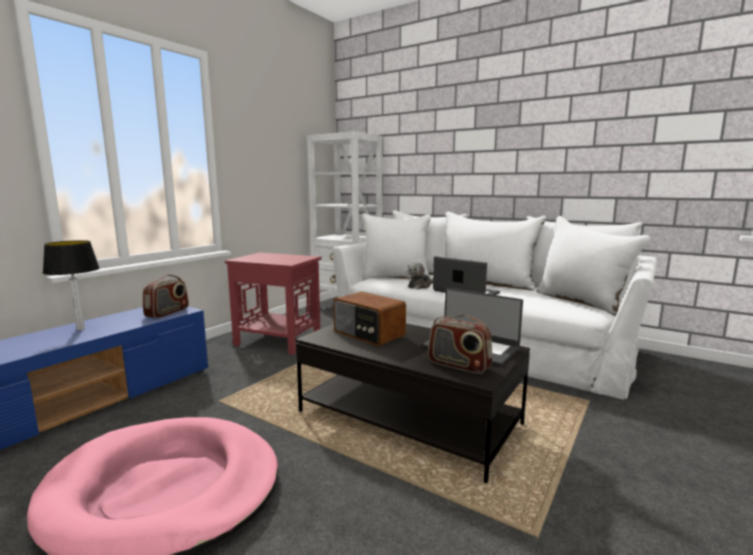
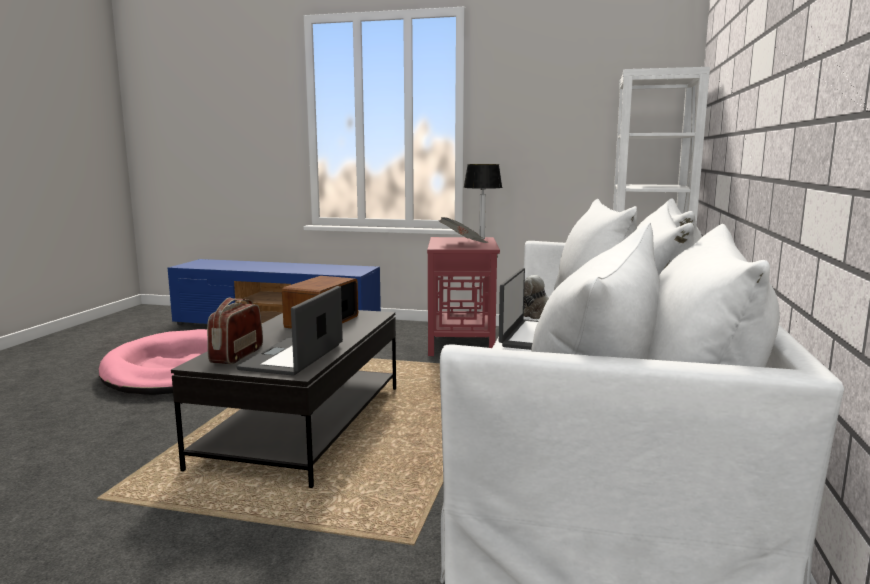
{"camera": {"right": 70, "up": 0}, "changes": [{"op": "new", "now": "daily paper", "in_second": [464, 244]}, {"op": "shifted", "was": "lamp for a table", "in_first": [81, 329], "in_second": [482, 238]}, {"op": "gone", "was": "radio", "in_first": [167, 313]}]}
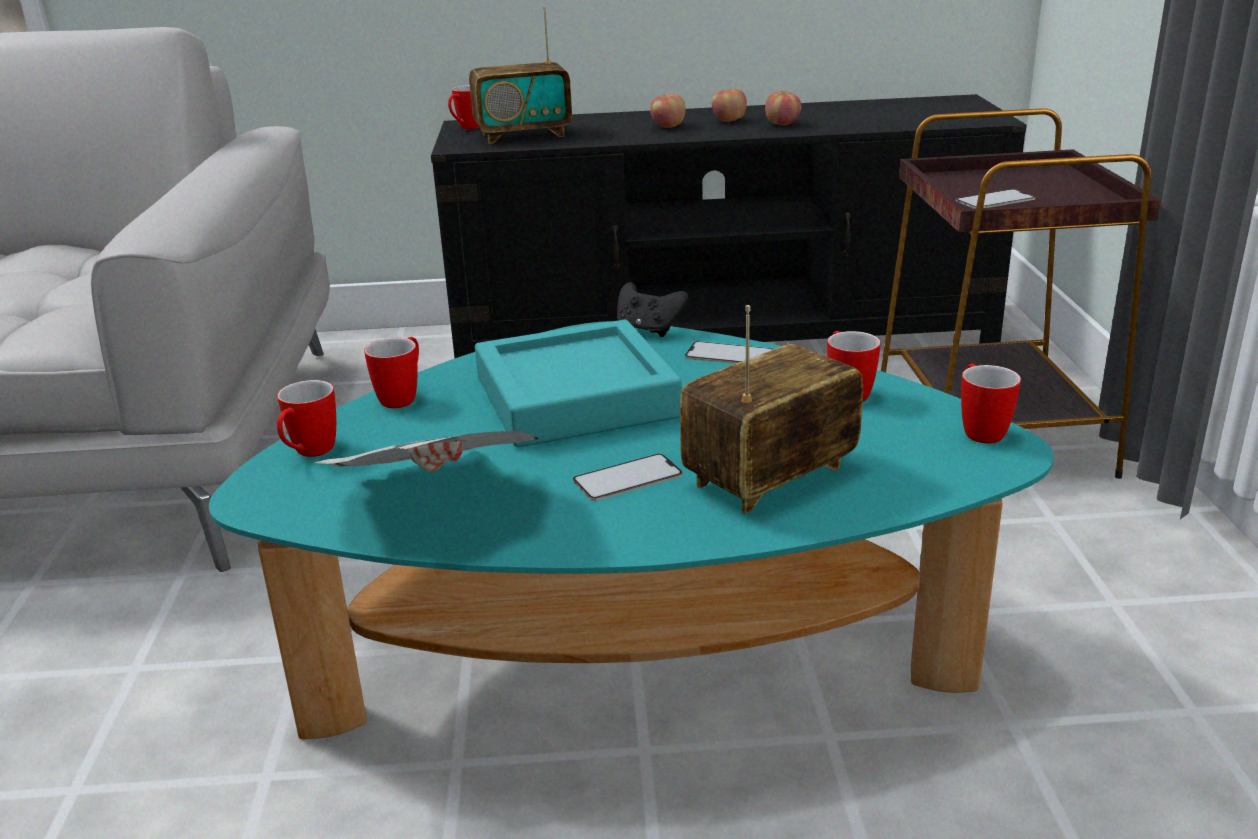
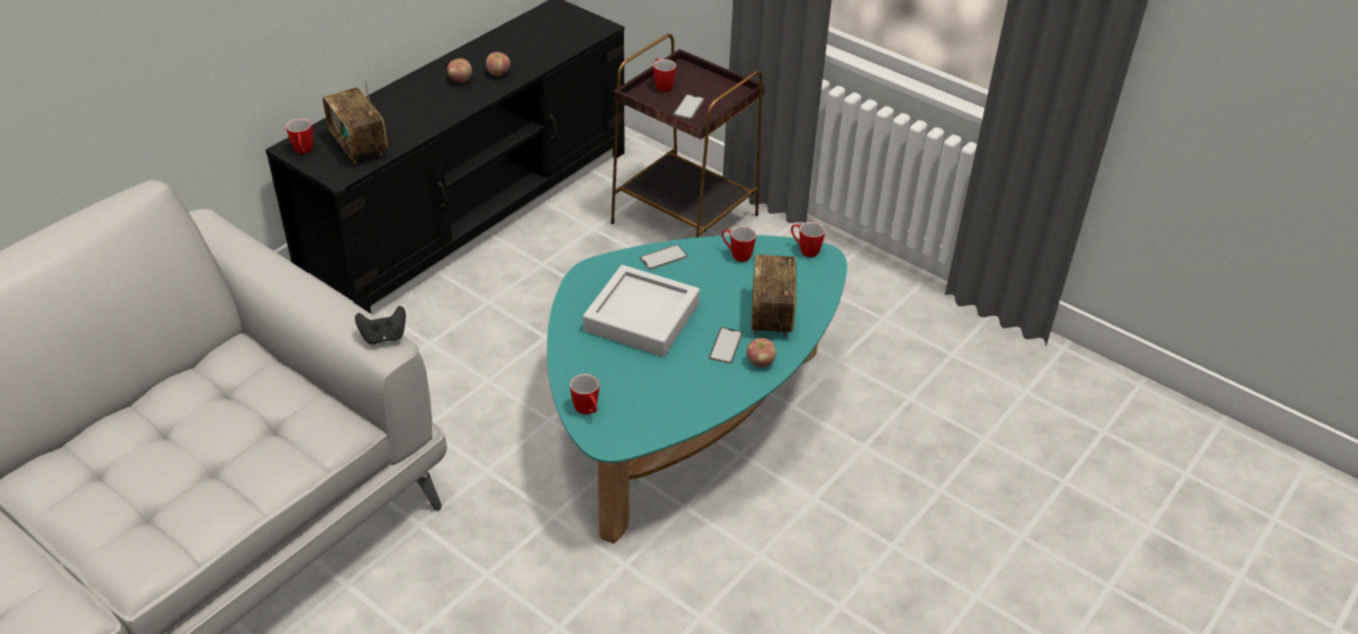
{"camera": {"right": -50, "up": 15}, "changes": [{"op": "rotated", "was": "radio", "in_first": [523, 135], "in_second": [359, 146], "clockwise": 120}, {"op": "shifted", "was": "black gamepad", "in_first": [649, 330], "in_second": [384, 337]}, {"op": "repainted", "was": "blue-green carrying tray", "now": "gray carrying tray", "in_first": [576, 398], "in_second": [642, 317]}, {"op": "shifted", "was": "coffee mug", "in_first": [403, 397], "in_second": [662, 85]}, {"op": "shifted", "was": "apple", "in_first": [668, 126], "in_second": [760, 362]}, {"op": "gone", "was": "daily paper", "in_first": [438, 502]}]}
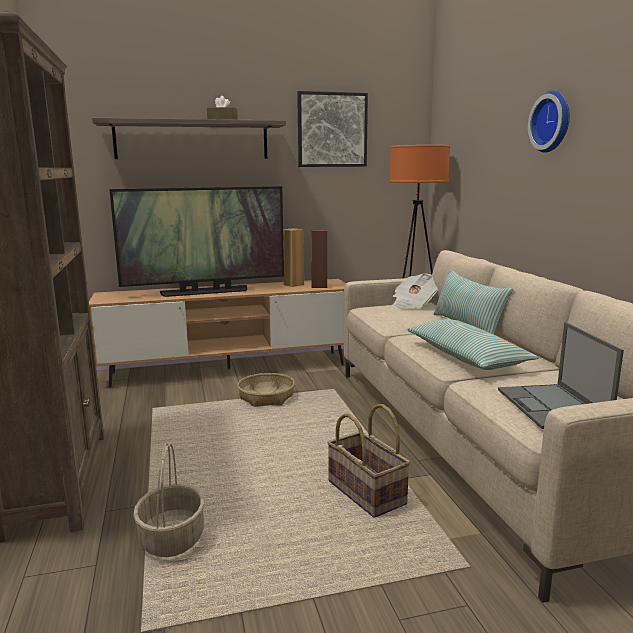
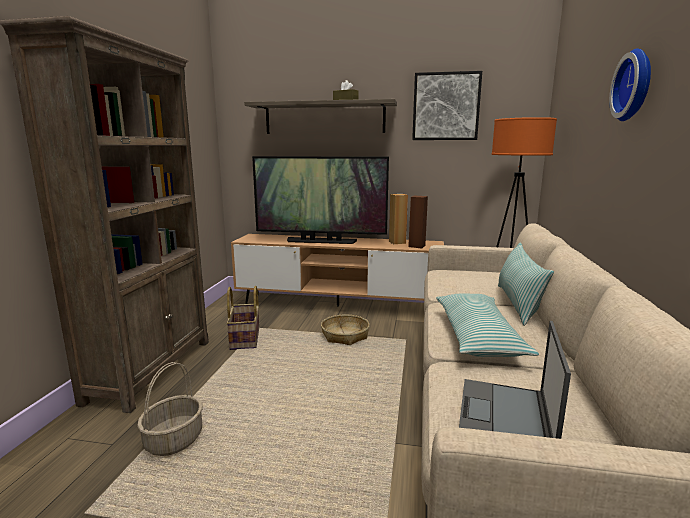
{"camera": {"right": 25, "up": 0}, "changes": [{"op": "shifted", "was": "storage basket", "in_first": [367, 492], "in_second": [245, 339]}, {"op": "gone", "was": "daily paper", "in_first": [413, 305]}]}
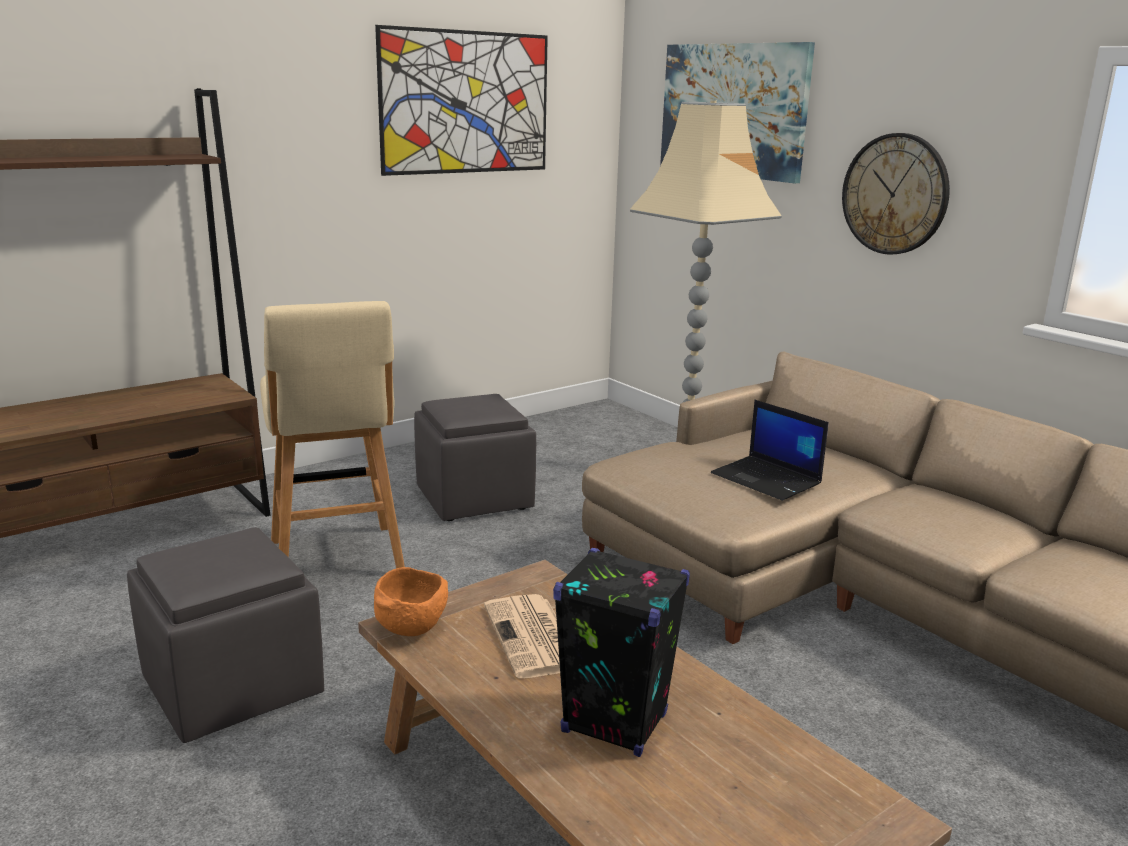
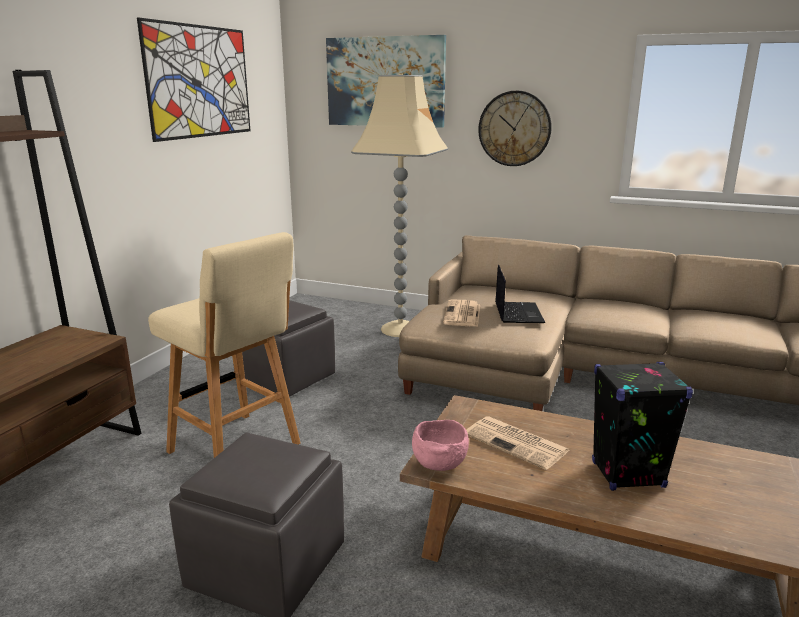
{"camera": {"right": -30, "up": 0}, "changes": [{"op": "repainted", "was": "orangey bowl", "now": "pinkish bowl", "in_first": [411, 627], "in_second": [439, 464]}, {"op": "new", "now": "daily paper", "in_second": [462, 314]}, {"op": "rotated", "was": "portable computer", "in_first": [767, 479], "in_second": [517, 313], "clockwise": -105}]}
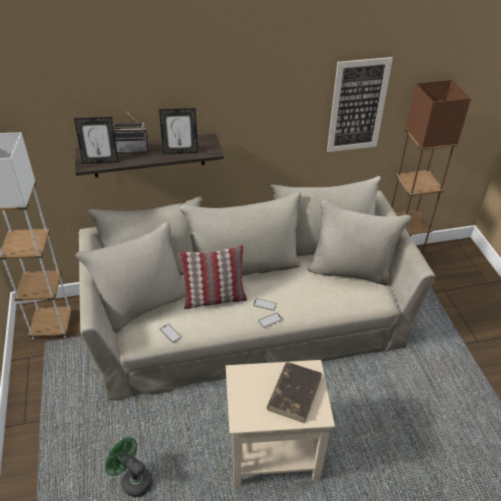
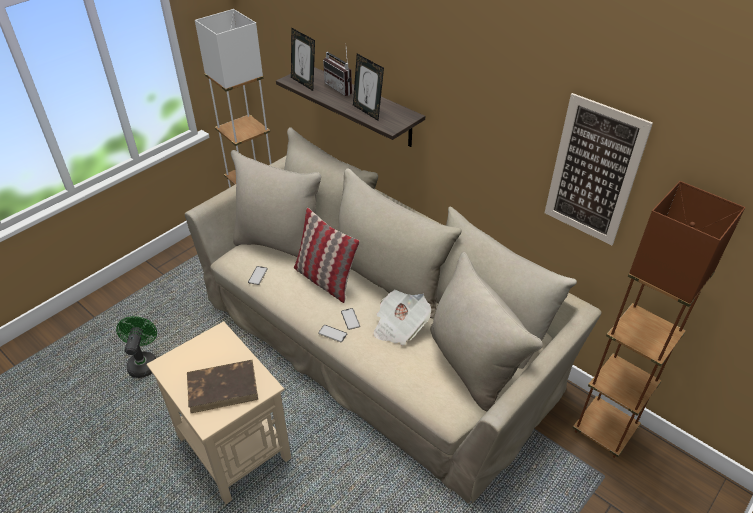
{"camera": {"right": 55, "up": 0}, "changes": [{"op": "new", "now": "daily paper", "in_second": [399, 326]}]}
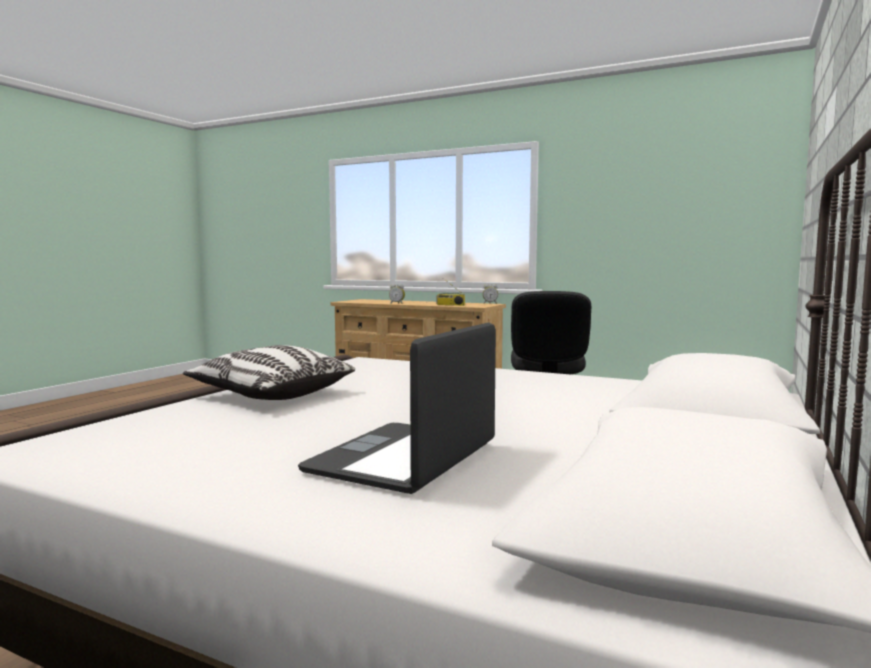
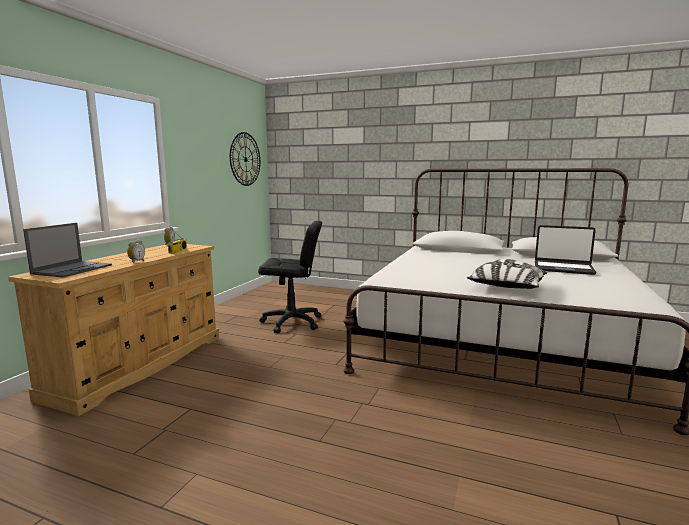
{"camera": {"right": -95, "up": 5}, "changes": [{"op": "new", "now": "portable computer", "in_second": [73, 269]}, {"op": "new", "now": "clock on the wall", "in_second": [245, 159]}]}
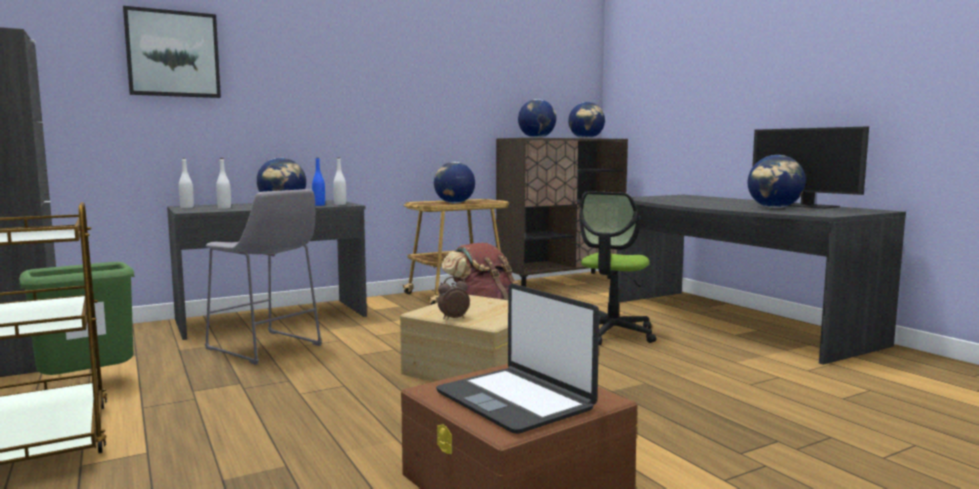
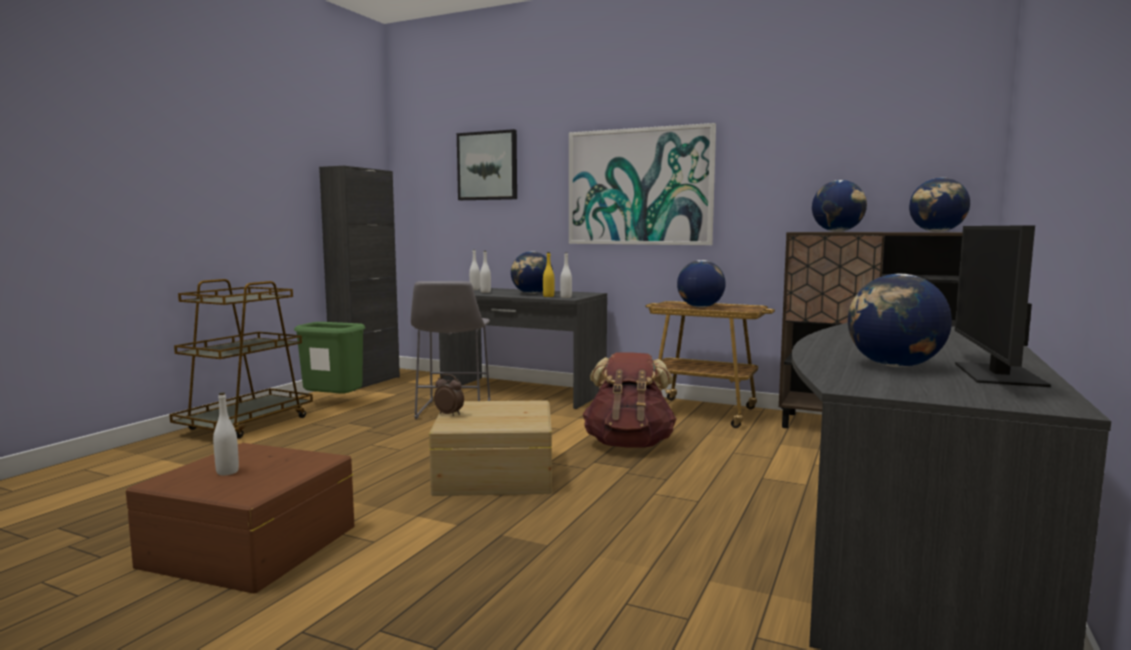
{"camera": {"right": 55, "up": 0}, "changes": [{"op": "swapped", "was": "portable computer", "now": "whitish drink bottle", "in_first": [515, 400], "in_second": [227, 472]}, {"op": "repainted", "was": "blue-coloured drink bottle", "now": "yellow drink bottle", "in_first": [319, 205], "in_second": [548, 296]}, {"op": "new", "now": "picture", "in_second": [639, 187]}, {"op": "gone", "was": "computer chair", "in_first": [612, 333]}]}
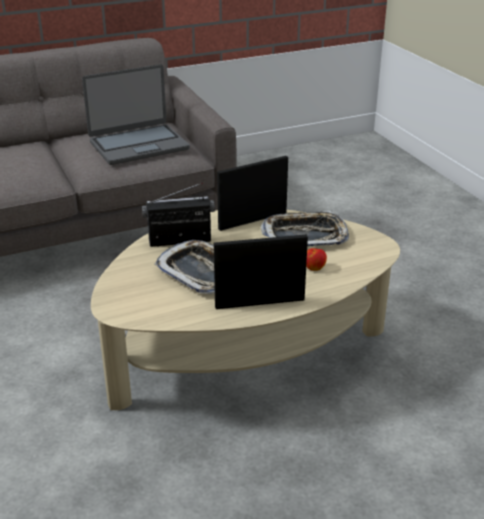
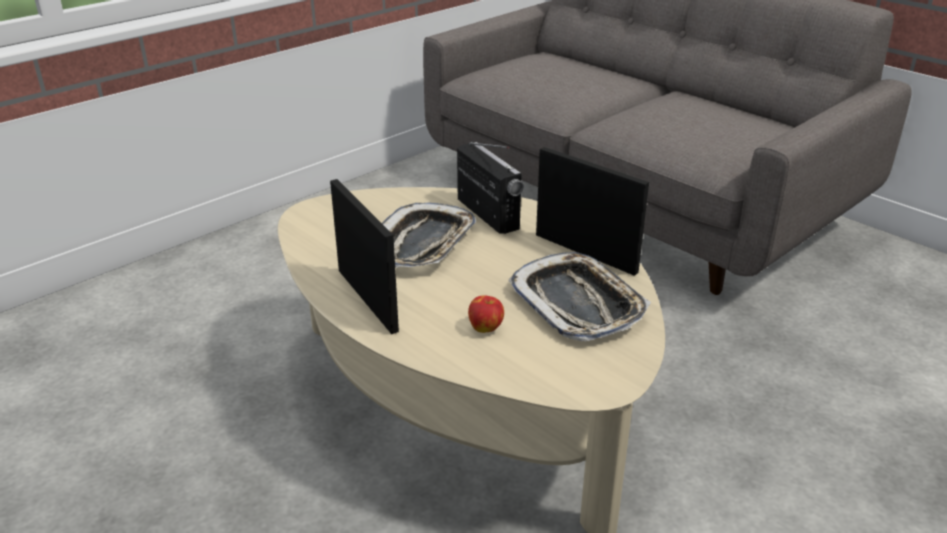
{"camera": {"right": 70, "up": 0}, "changes": [{"op": "gone", "was": "portable computer", "in_first": [138, 145]}]}
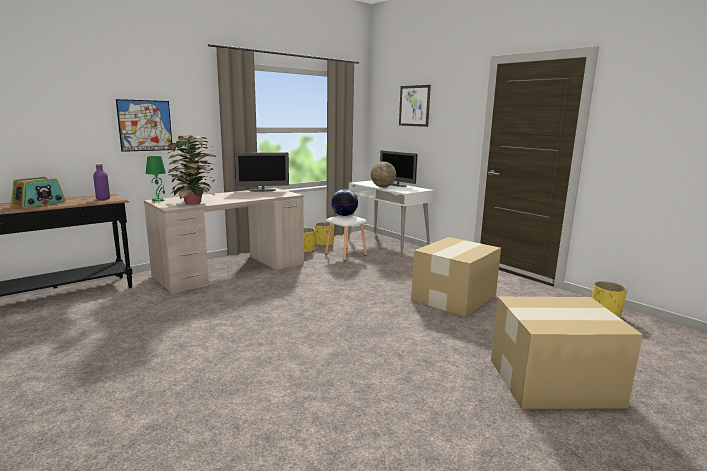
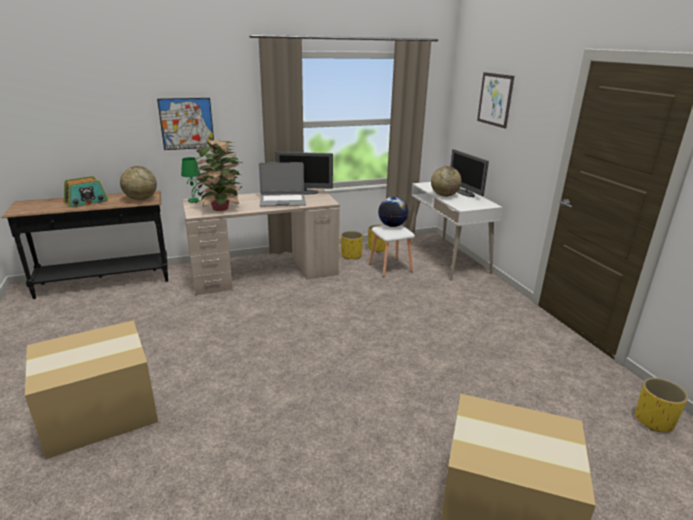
{"camera": {"right": 20, "up": 10}, "changes": [{"op": "shifted", "was": "cardboard box", "in_first": [455, 297], "in_second": [102, 412]}, {"op": "swapped", "was": "purple-coloured drink bottle", "now": "globe", "in_first": [103, 199], "in_second": [141, 199]}, {"op": "new", "now": "portable computer", "in_second": [282, 201]}]}
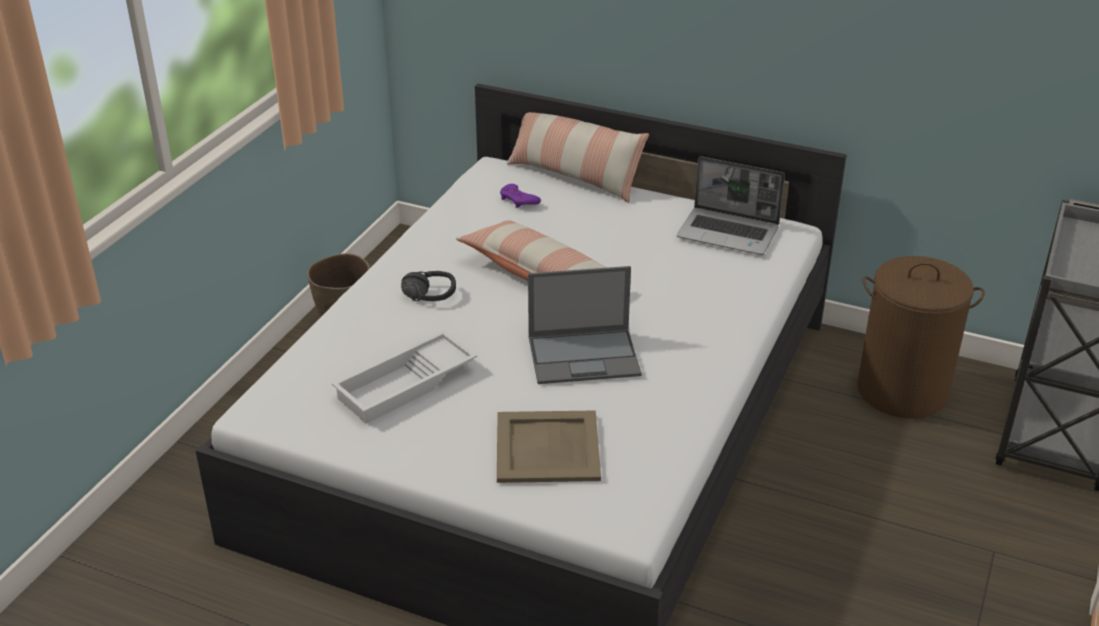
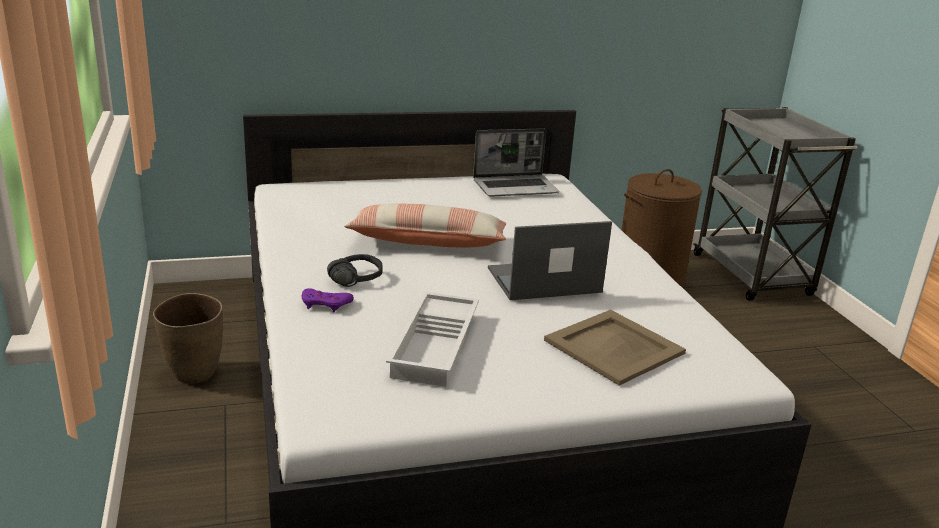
{"camera": {"right": -40, "up": -10}, "changes": [{"op": "shifted", "was": "purple-coloured gamepad", "in_first": [518, 200], "in_second": [325, 304]}, {"op": "rotated", "was": "portable computer", "in_first": [585, 356], "in_second": [542, 280], "clockwise": -150}, {"op": "gone", "was": "cushion", "in_first": [574, 176]}]}
